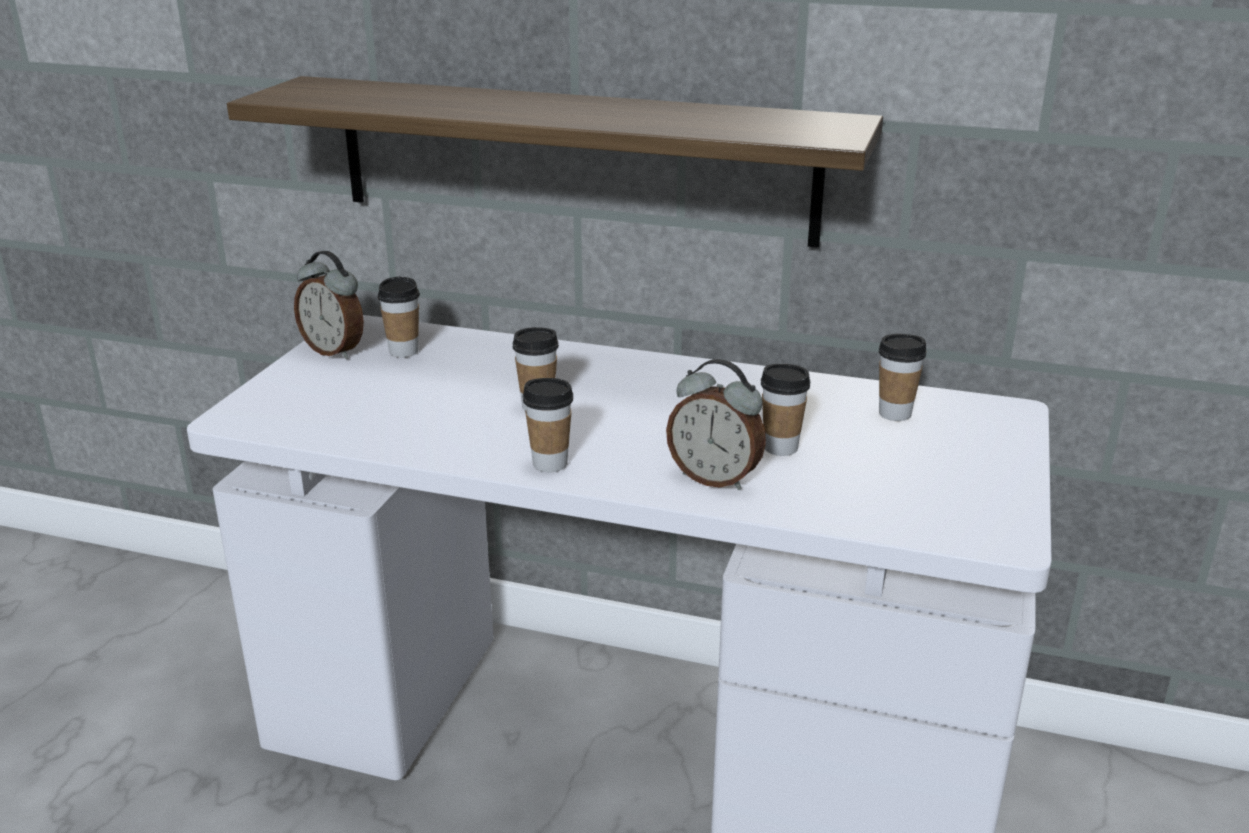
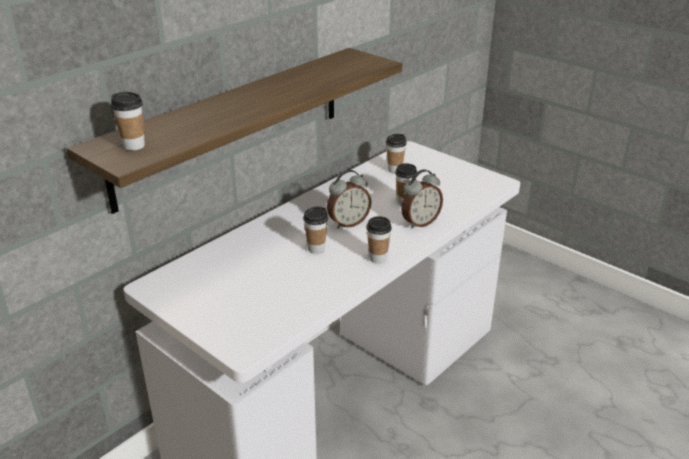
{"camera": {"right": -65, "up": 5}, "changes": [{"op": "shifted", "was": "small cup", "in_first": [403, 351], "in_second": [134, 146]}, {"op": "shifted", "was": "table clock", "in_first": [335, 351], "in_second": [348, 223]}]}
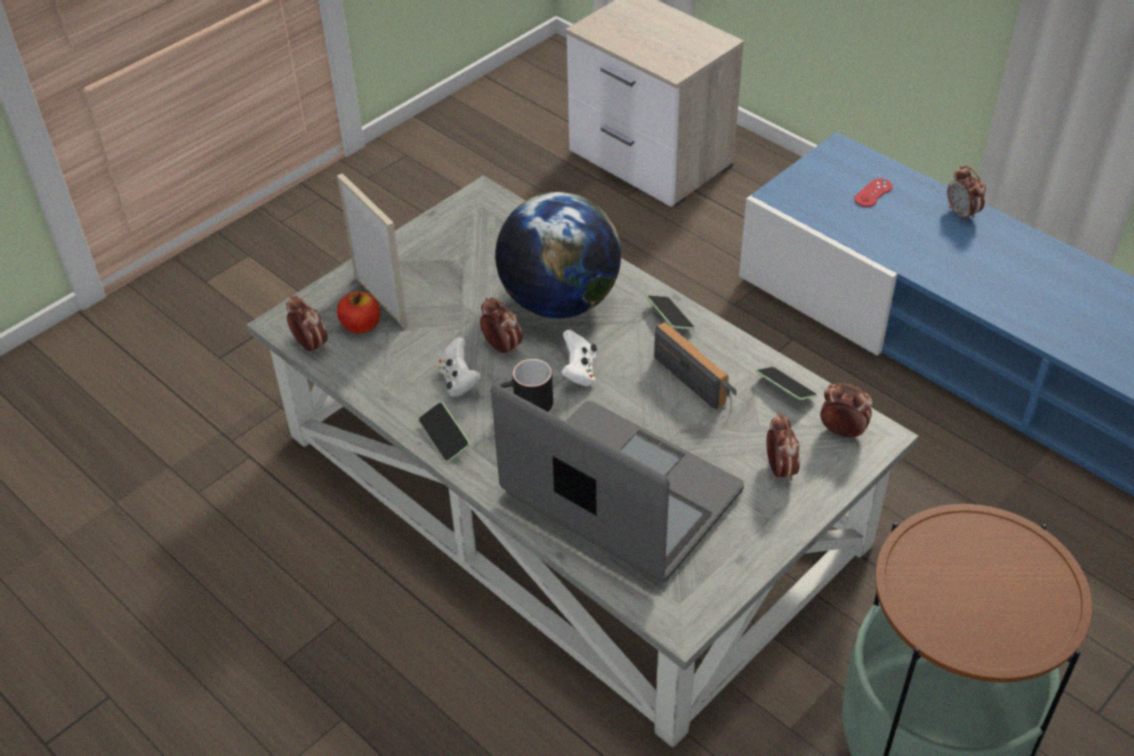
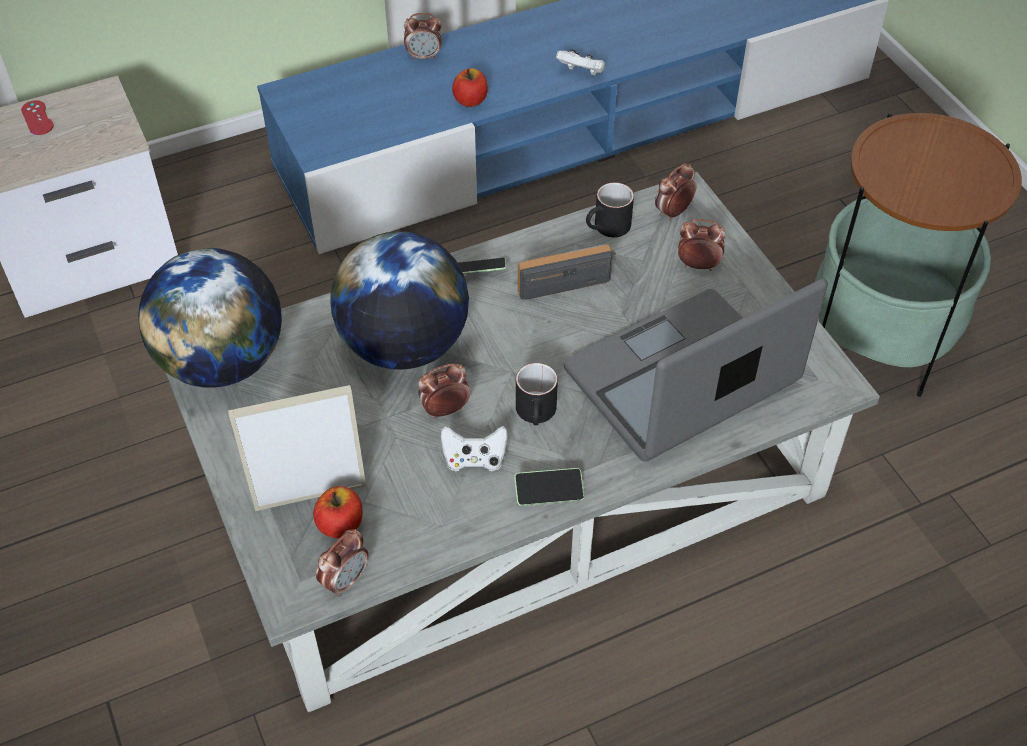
{"camera": {"right": -70, "up": 5}, "changes": [{"op": "shifted", "was": "red gamepad", "in_first": [873, 193], "in_second": [37, 118]}, {"op": "new", "now": "globe", "in_second": [223, 362]}, {"op": "rotated", "was": "table clock", "in_first": [310, 345], "in_second": [345, 580], "clockwise": 150}, {"op": "new", "now": "apple", "in_second": [470, 100]}, {"op": "shifted", "was": "whitish gamepad", "in_first": [579, 372], "in_second": [581, 73]}, {"op": "swapped", "was": "phone", "now": "black coffee mug", "in_first": [785, 389], "in_second": [607, 229]}]}
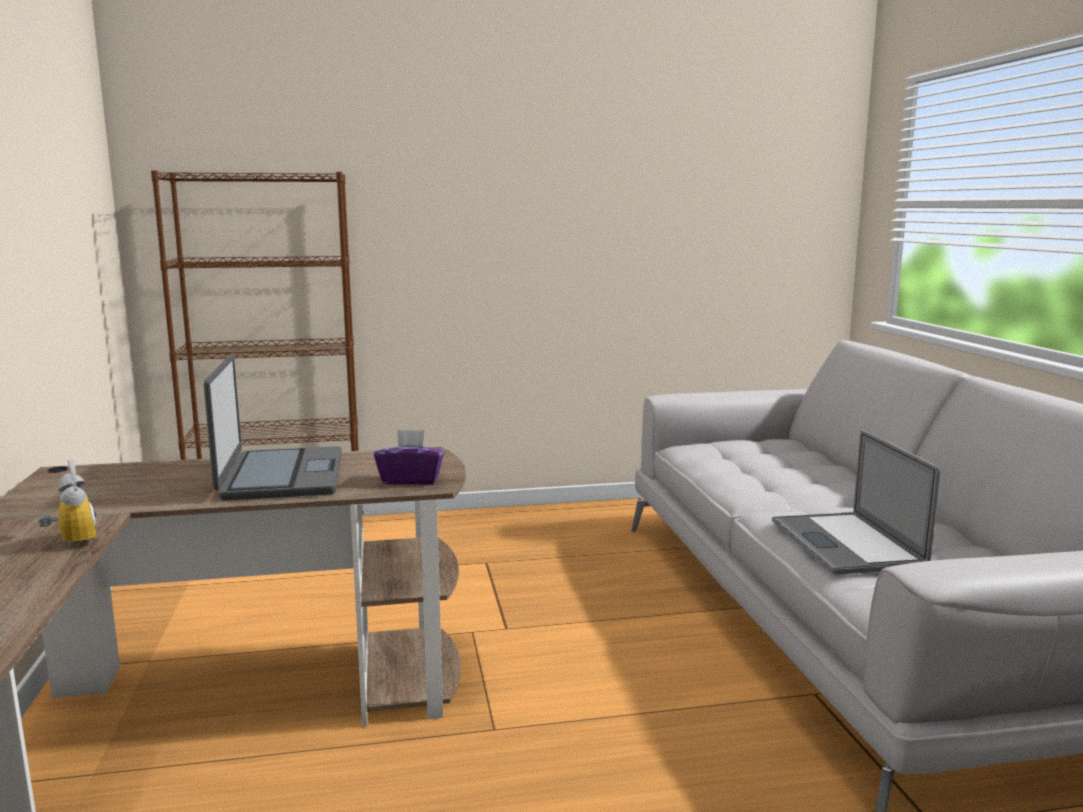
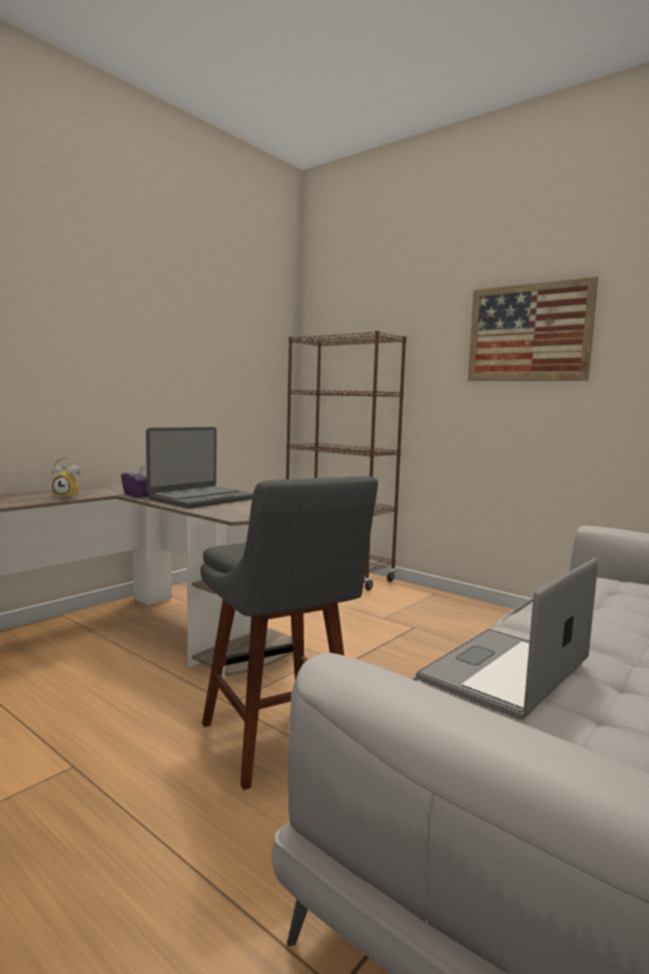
{"camera": {"right": 50, "up": -5}, "changes": [{"op": "rotated", "was": "table clock", "in_first": [70, 542], "in_second": [68, 497], "clockwise": 75}, {"op": "shifted", "was": "purple-coloured tissue box", "in_first": [411, 480], "in_second": [139, 495]}, {"op": "new", "now": "gray stool", "in_second": [280, 743]}, {"op": "new", "now": "picture", "in_second": [528, 333]}]}
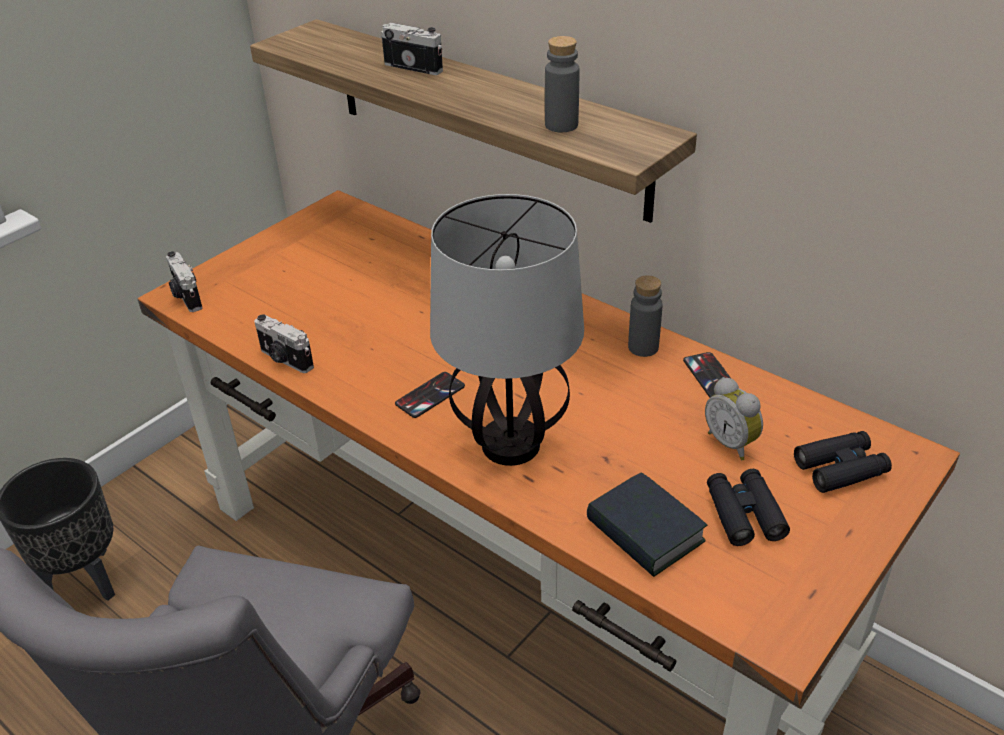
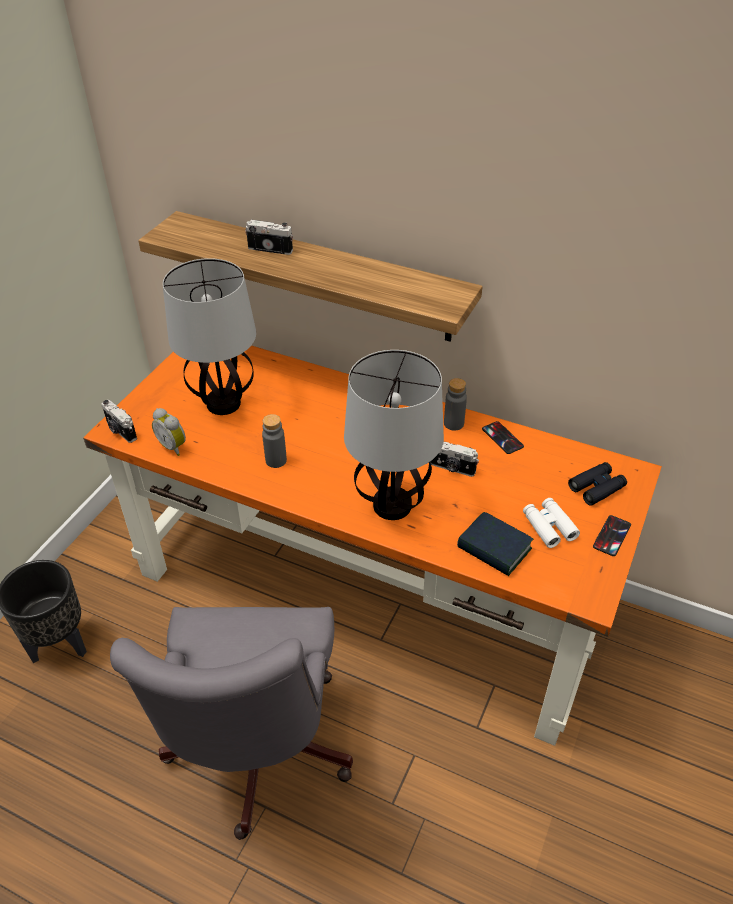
{"camera": {"right": -15, "up": 5}, "changes": [{"op": "shifted", "was": "table clock", "in_first": [732, 443], "in_second": [174, 446]}, {"op": "new", "now": "lamp for a table", "in_second": [223, 403]}, {"op": "shifted", "was": "gray drink bottle", "in_first": [561, 125], "in_second": [276, 460]}, {"op": "shifted", "was": "photo camera", "in_first": [285, 360], "in_second": [452, 468]}, {"op": "repainted", "was": "black field glasses", "now": "whitish field glasses", "in_first": [744, 514], "in_second": [549, 526]}, {"op": "shifted", "was": "phone", "in_first": [430, 395], "in_second": [611, 536]}]}
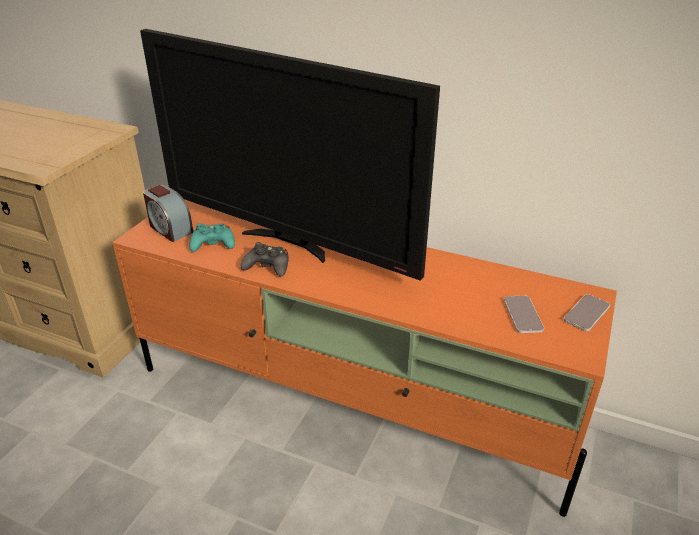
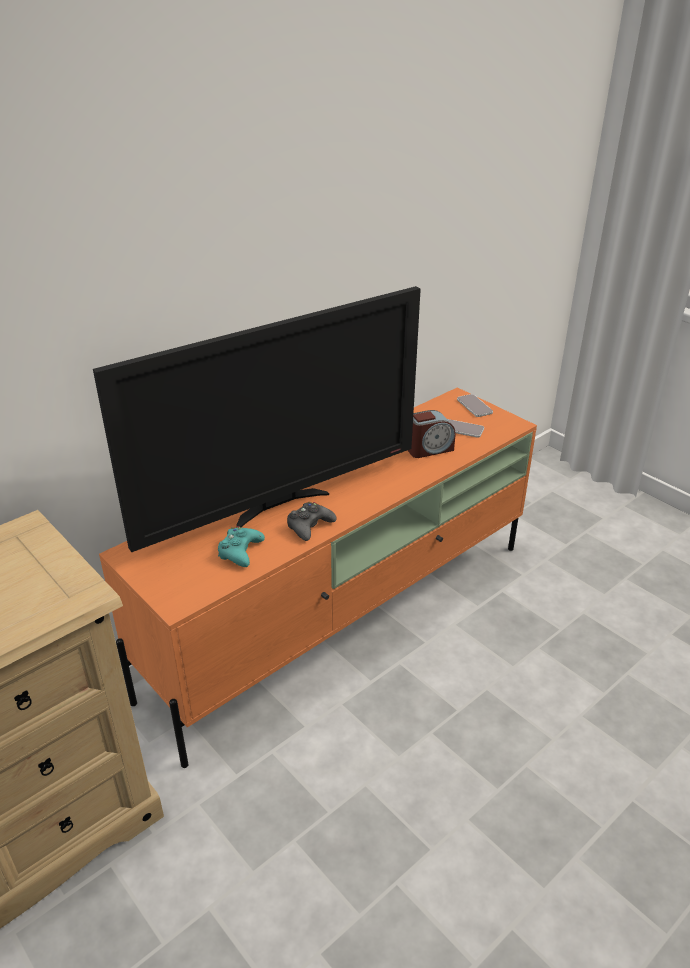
{"camera": {"right": -65, "up": 0}, "changes": [{"op": "shifted", "was": "table clock", "in_first": [170, 229], "in_second": [429, 449]}]}
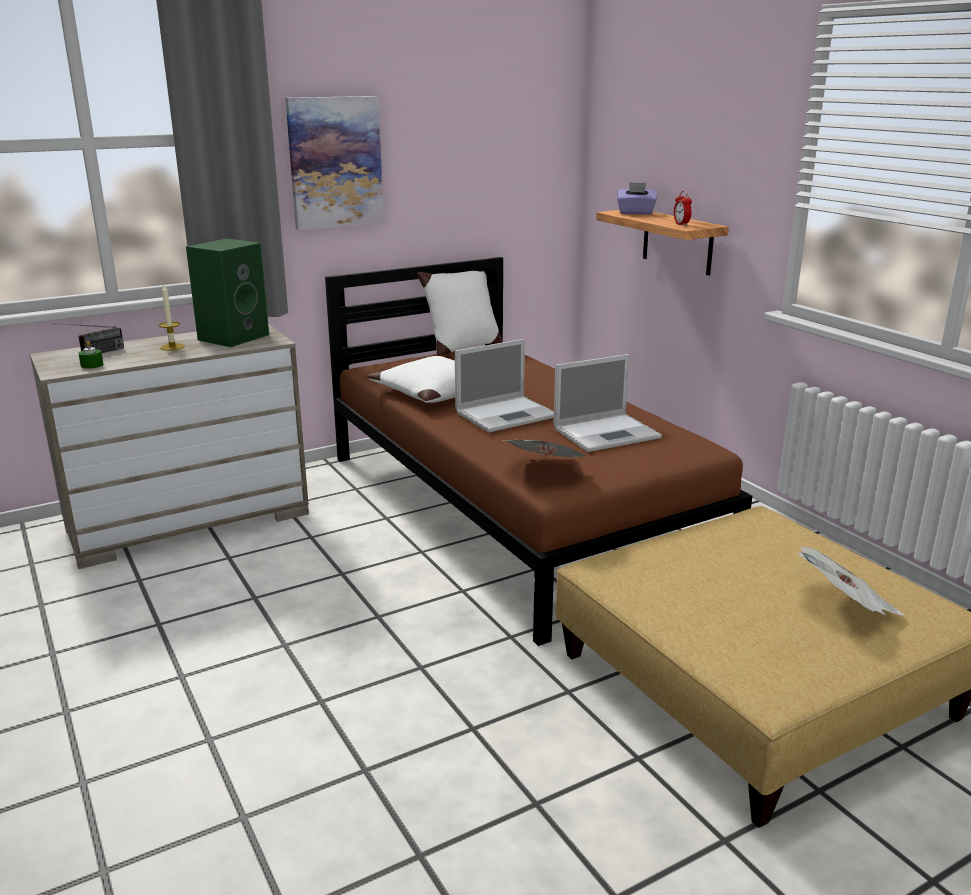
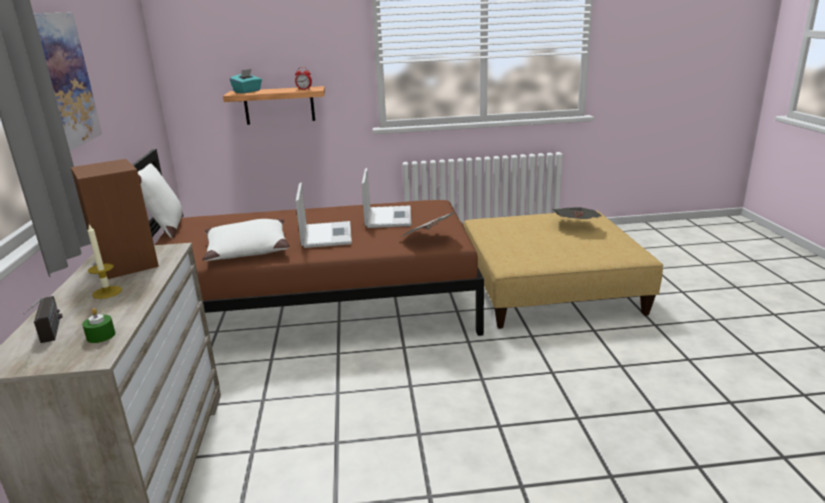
{"camera": {"right": -65, "up": 0}, "changes": [{"op": "repainted", "was": "greenish audio speaker", "now": "brown audio speaker", "in_first": [234, 337], "in_second": [124, 264]}, {"op": "repainted", "was": "purple-coloured tissue box", "now": "blue-green tissue box", "in_first": [635, 213], "in_second": [247, 91]}]}
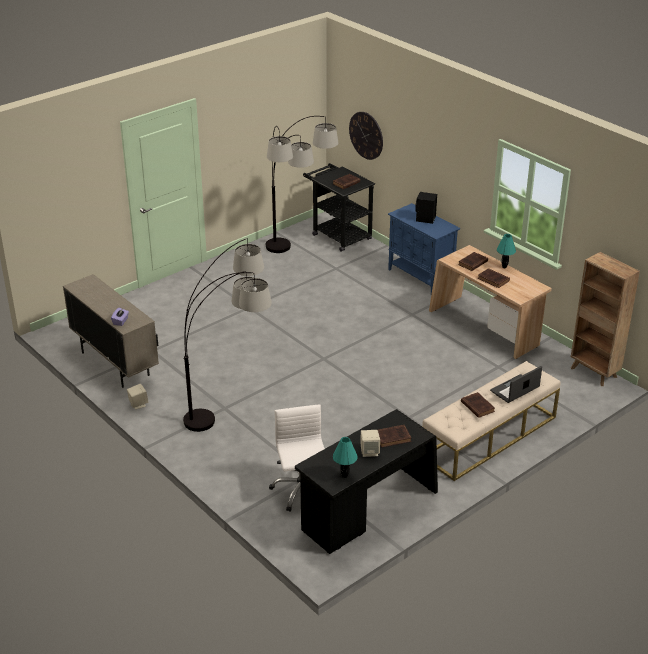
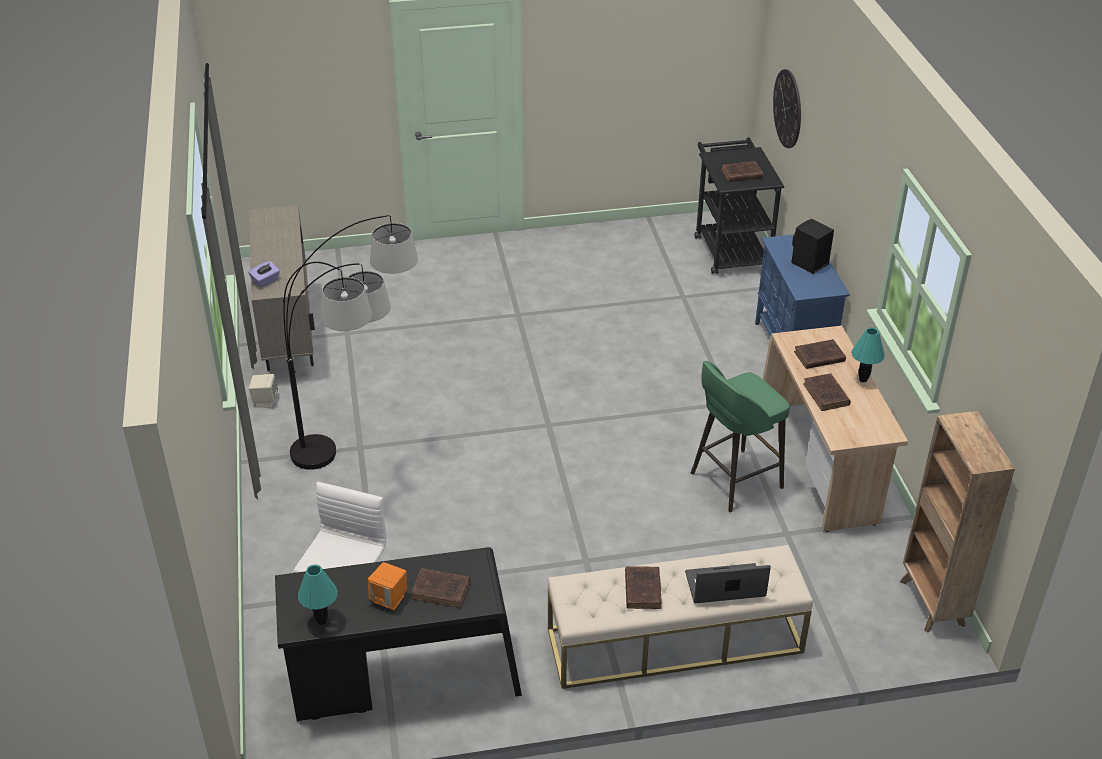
{"camera": {"right": 30, "up": 5}, "changes": [{"op": "repainted", "was": "beige-coloured audio speaker", "now": "orangey audio speaker", "in_first": [369, 452], "in_second": [389, 599]}, {"op": "new", "now": "greenish stool", "in_second": [734, 481]}, {"op": "gone", "was": "standard lamp", "in_first": [295, 260]}]}
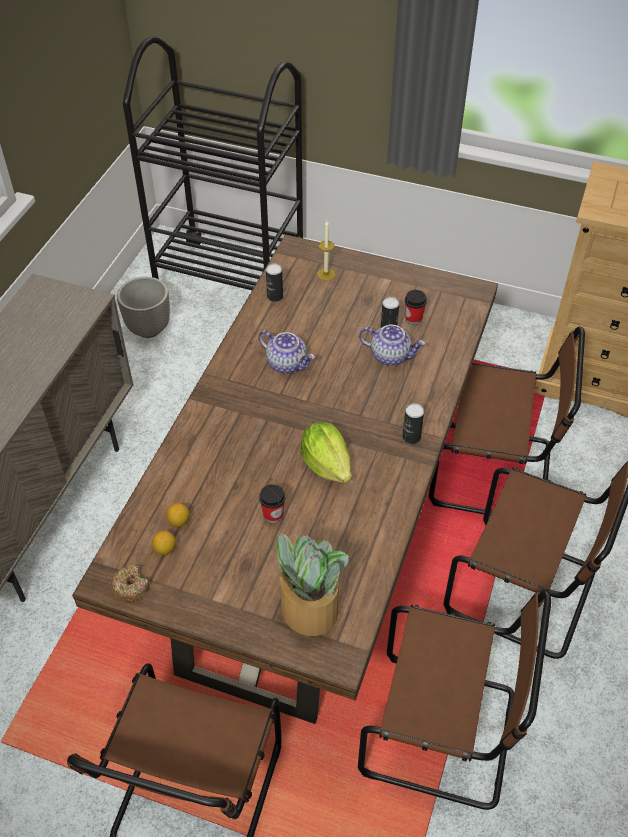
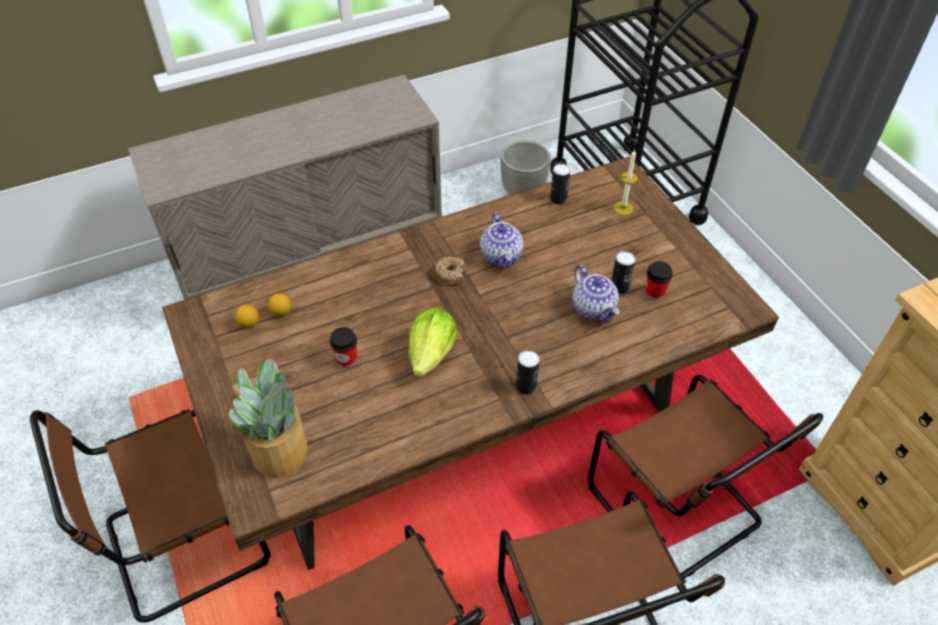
{"camera": {"right": 45, "up": 0}, "changes": [{"op": "shifted", "was": "doughnut", "in_first": [131, 587], "in_second": [450, 274]}]}
